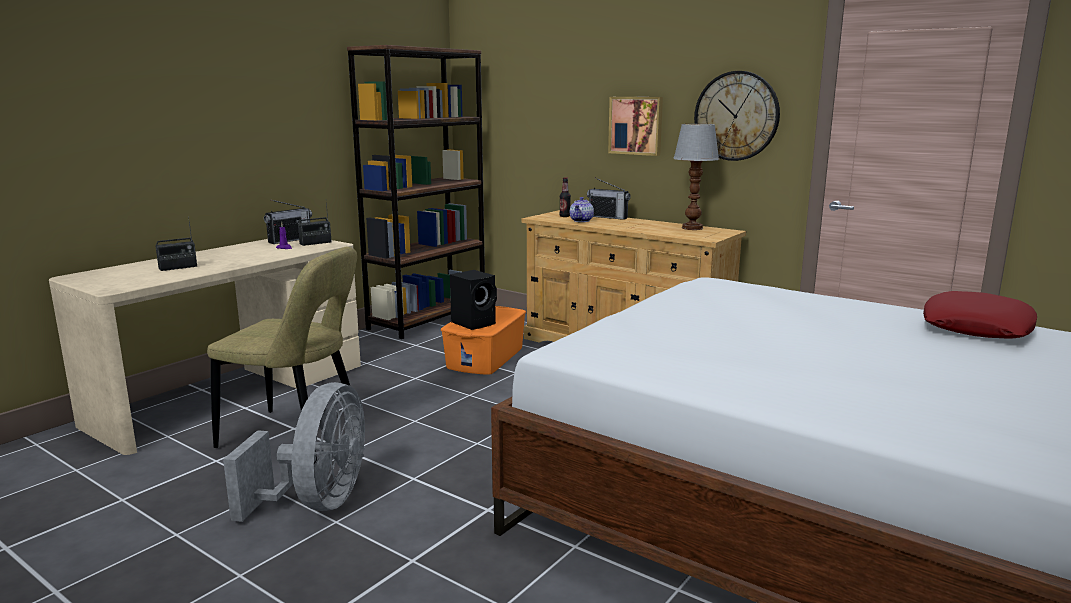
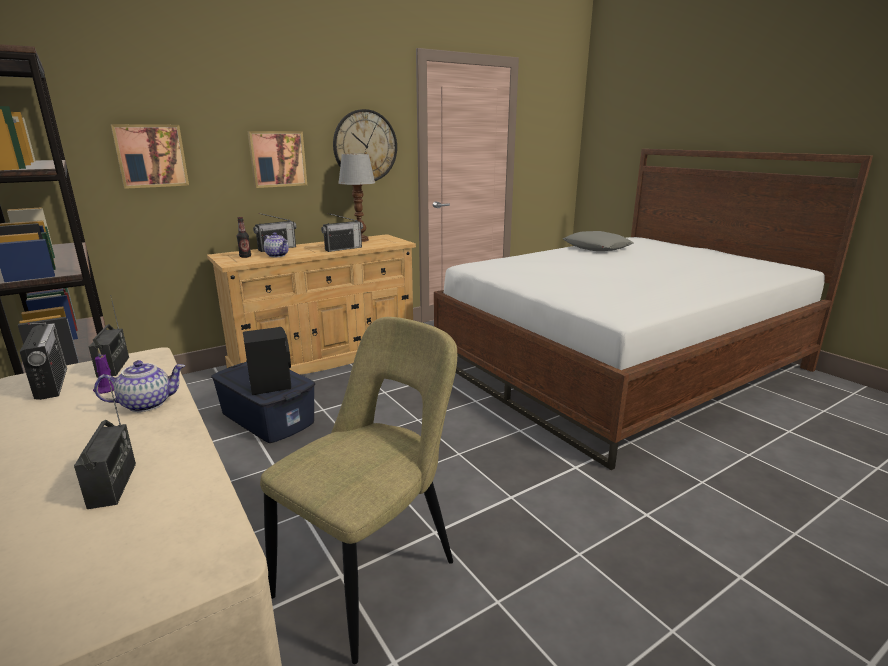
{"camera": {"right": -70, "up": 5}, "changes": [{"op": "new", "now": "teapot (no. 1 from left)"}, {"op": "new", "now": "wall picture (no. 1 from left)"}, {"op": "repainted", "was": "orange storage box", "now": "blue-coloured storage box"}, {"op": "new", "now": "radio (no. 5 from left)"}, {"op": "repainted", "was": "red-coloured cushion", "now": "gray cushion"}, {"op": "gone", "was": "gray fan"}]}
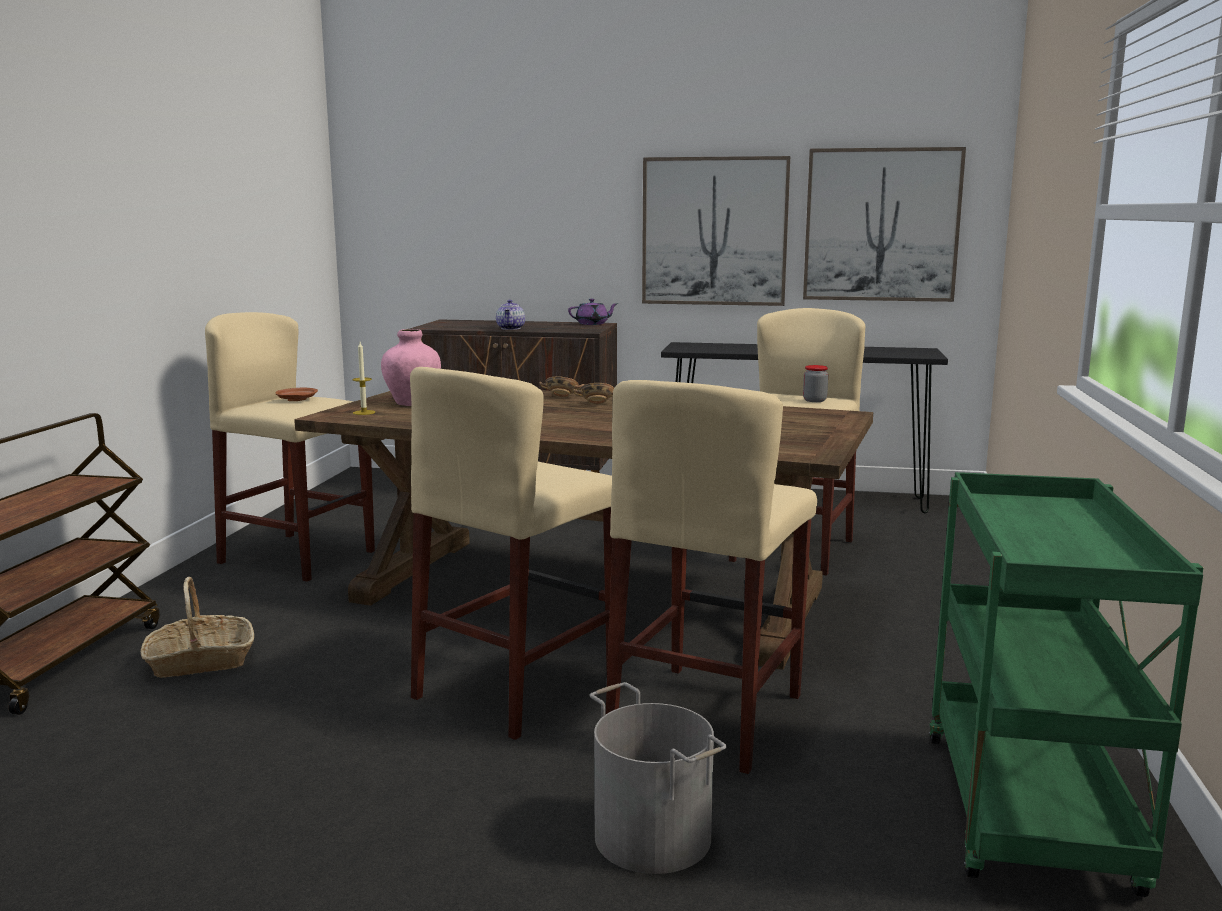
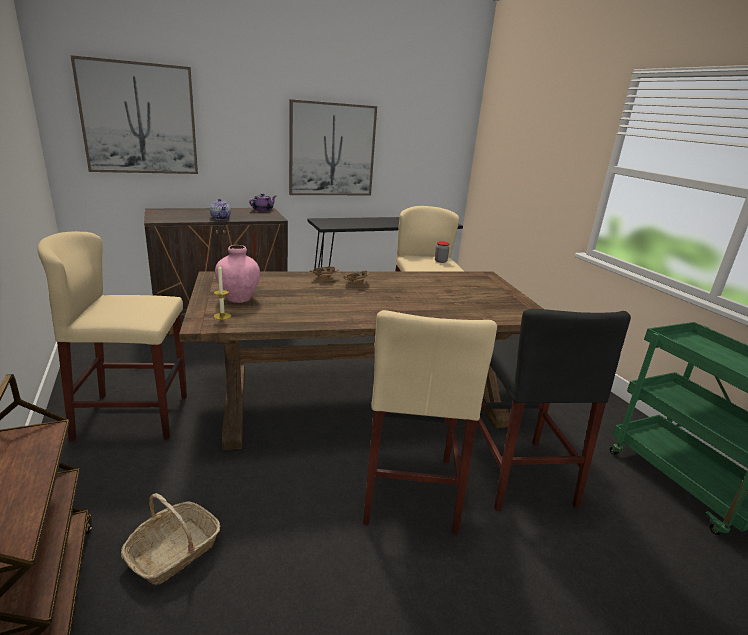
{"camera": {"right": -35, "up": 10}, "changes": [{"op": "shifted", "was": "wall picture (no. 2 from left in the first image)", "now": "wall picture (no. 1 from left)"}, {"op": "repainted", "was": "beige stool (no. 3 from left)", "now": "blackish stool"}, {"op": "gone", "was": "brown-coloured flat dish"}, {"op": "gone", "was": "gray pail"}]}
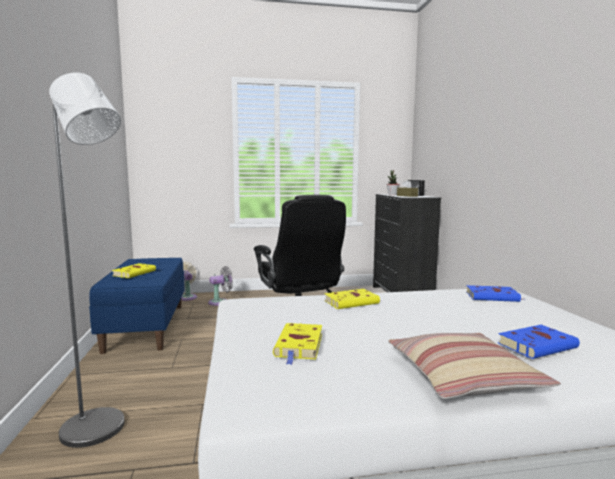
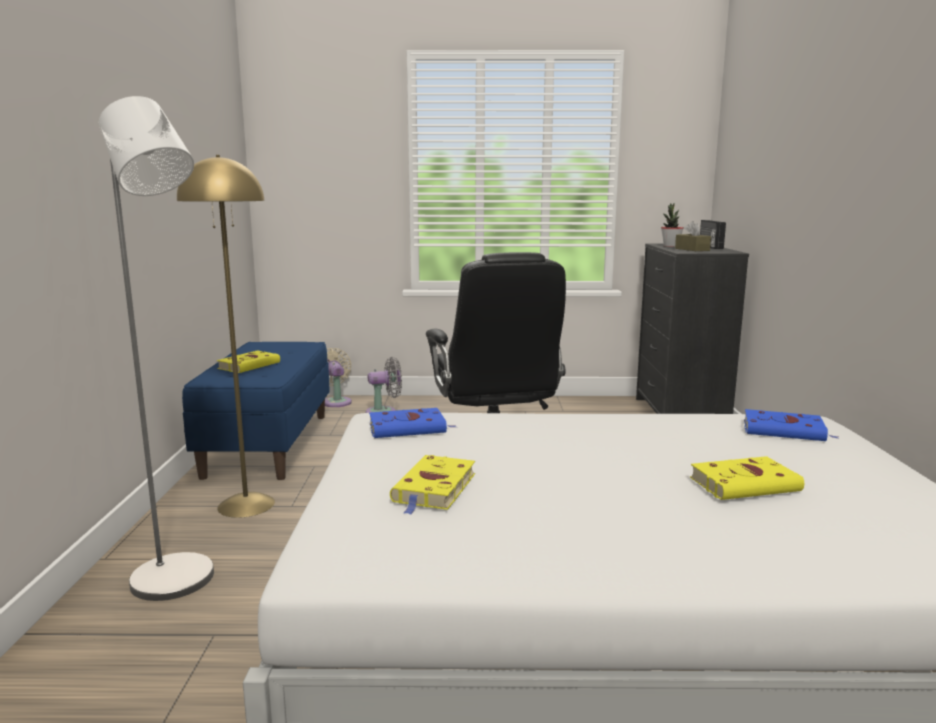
{"camera": {"right": 10, "up": 5}, "changes": [{"op": "new", "now": "yellow floor lamp"}, {"op": "shifted", "was": "blue-coloured volume (no. 2 from left in the first image)", "now": "blue-coloured volume (no. 1 from left)"}, {"op": "shifted", "was": "yellow volume (no. 3 from left)"}, {"op": "gone", "was": "cushion"}]}
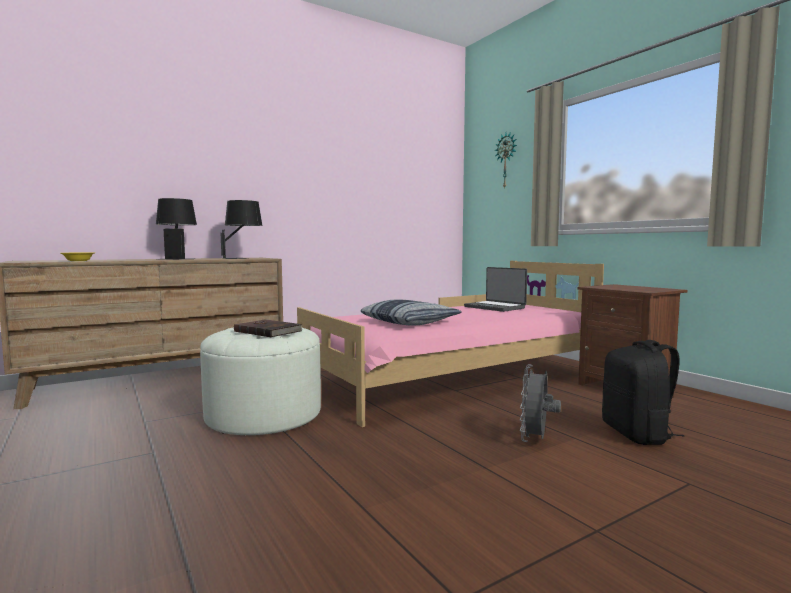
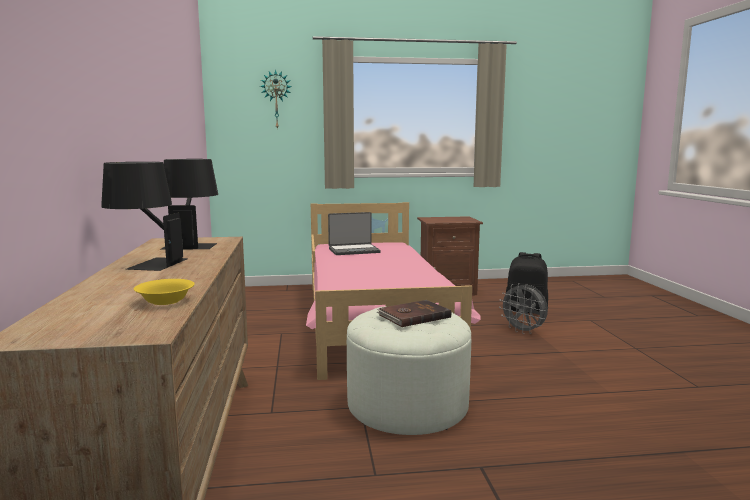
{"camera": {"right": -65, "up": 5}, "changes": [{"op": "gone", "was": "cushion"}]}
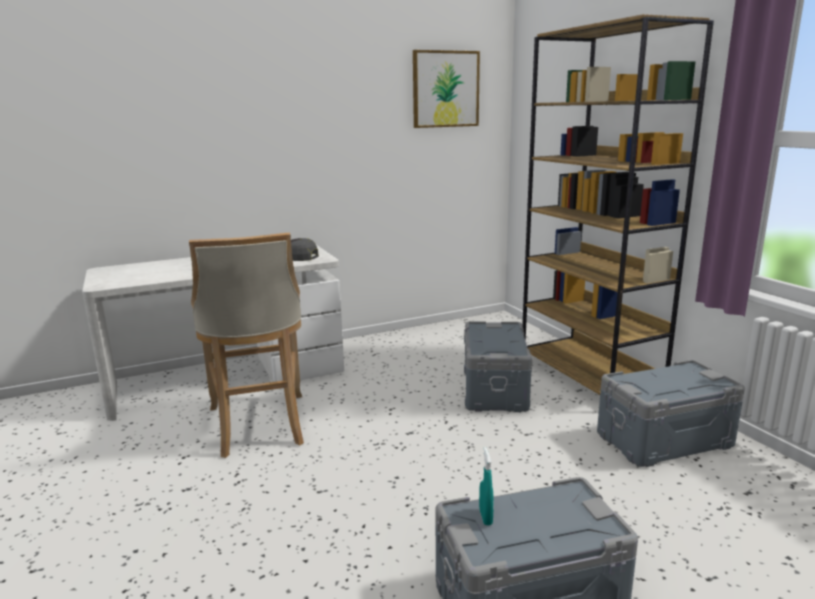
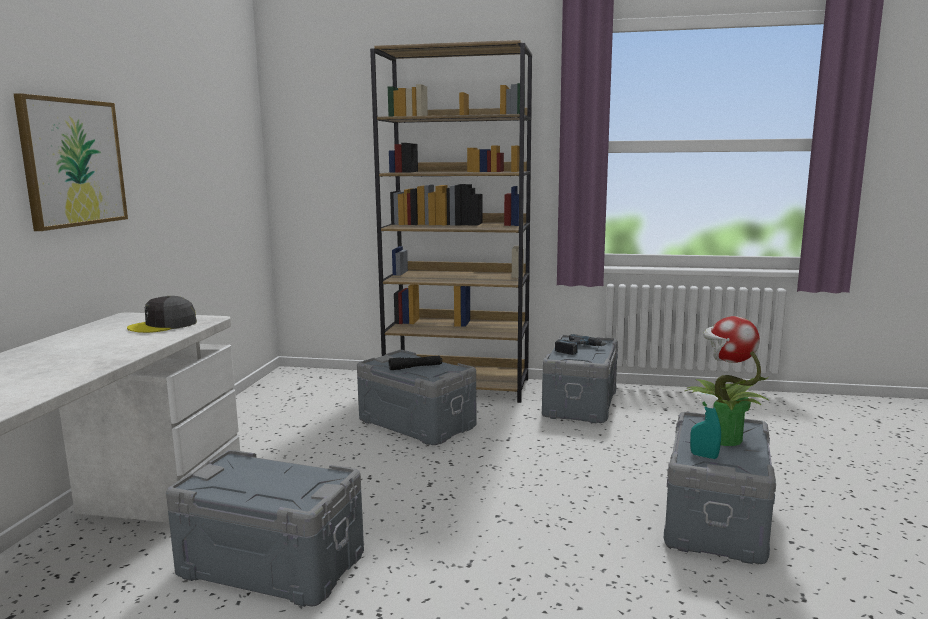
{"camera": {"right": -55, "up": -5}, "changes": [{"op": "shifted", "was": "wall picture"}, {"op": "swapped", "was": "beige stool", "now": "gray storage box (no. 1 from left)"}, {"op": "new", "now": "blackish torch"}, {"op": "new", "now": "power drill"}, {"op": "new", "now": "potted plant"}]}
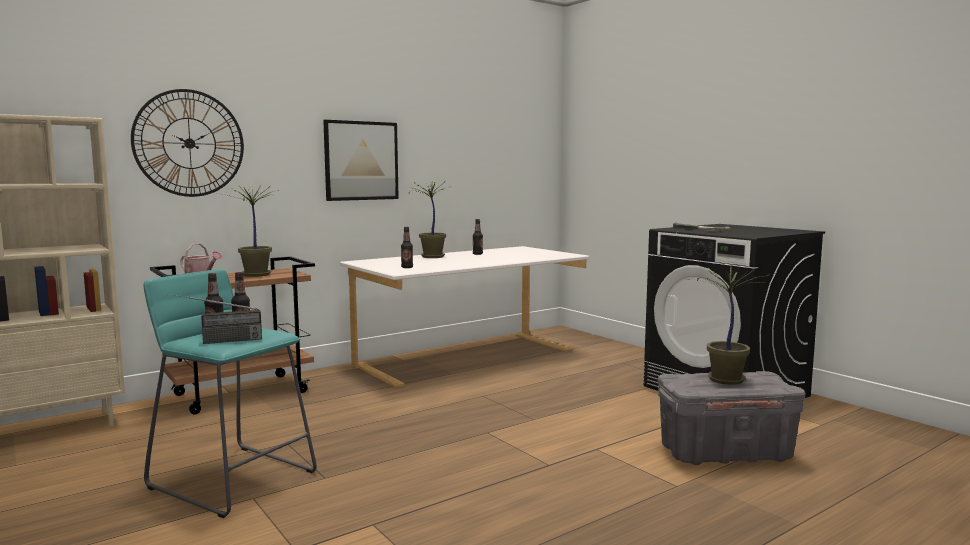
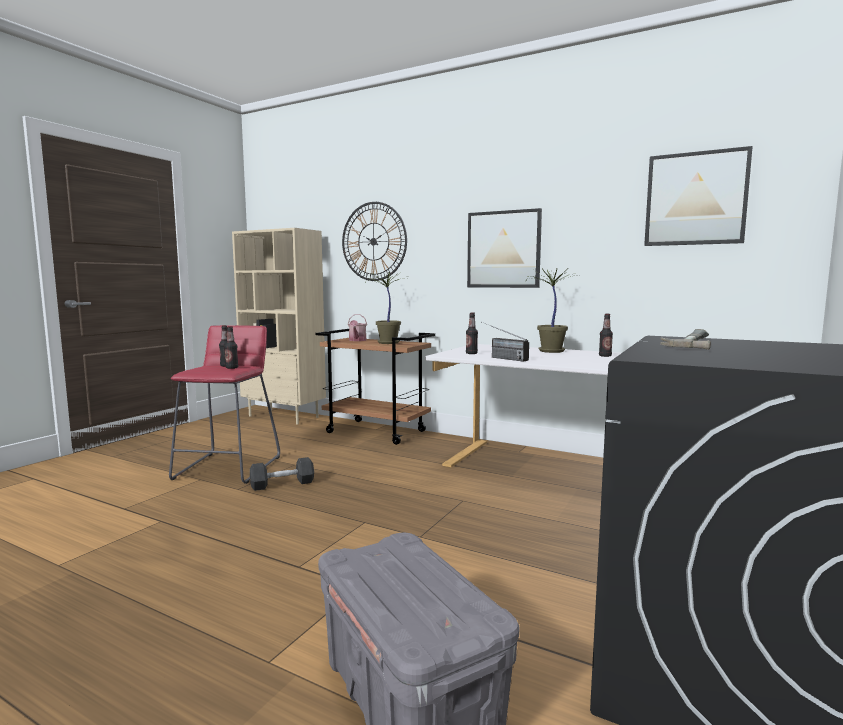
{"camera": {"right": 65, "up": 0}, "changes": [{"op": "repainted", "was": "turquoise stool", "now": "red-coloured stool"}, {"op": "new", "now": "gray dumbbell"}, {"op": "shifted", "was": "radio"}, {"op": "new", "now": "wall picture (no. 2 from left)"}, {"op": "gone", "was": "potted plant (no. 3 from left)"}]}
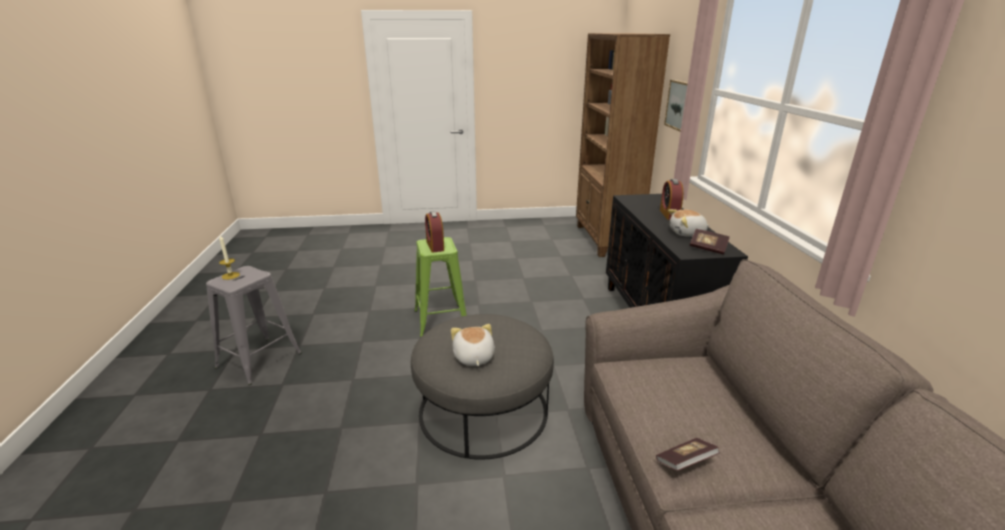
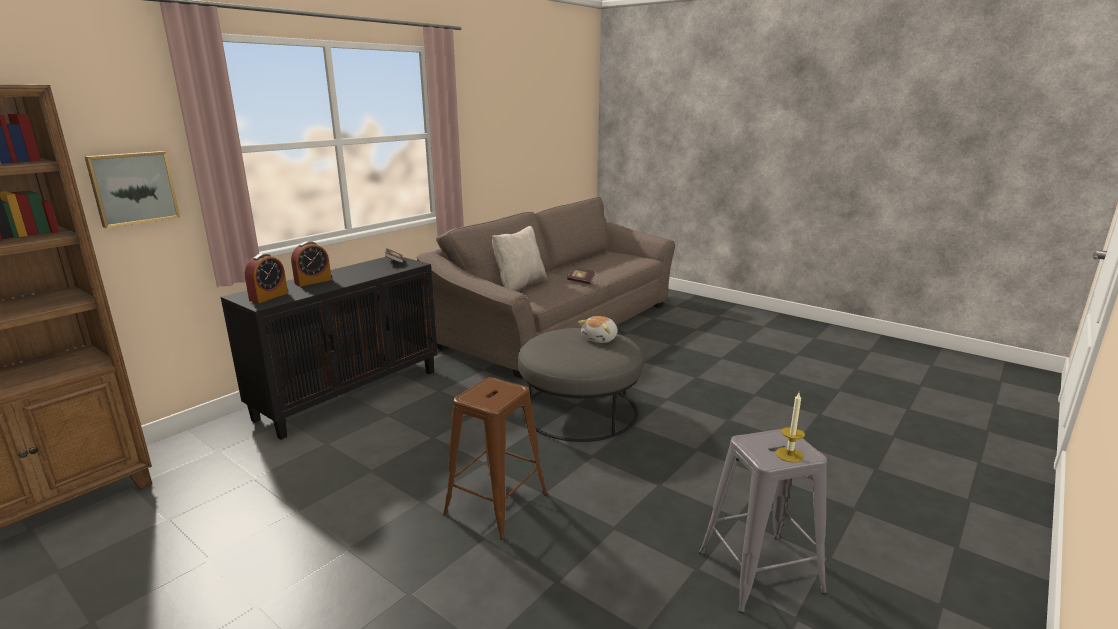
{"camera": {"right": -135, "up": -5}, "changes": [{"op": "shifted", "was": "alarm clock (no. 1 from left)"}, {"op": "repainted", "was": "green stool", "now": "brown-coloured stool"}, {"op": "new", "now": "beige cushion"}, {"op": "gone", "was": "plush toy (no. 2 from left)"}]}
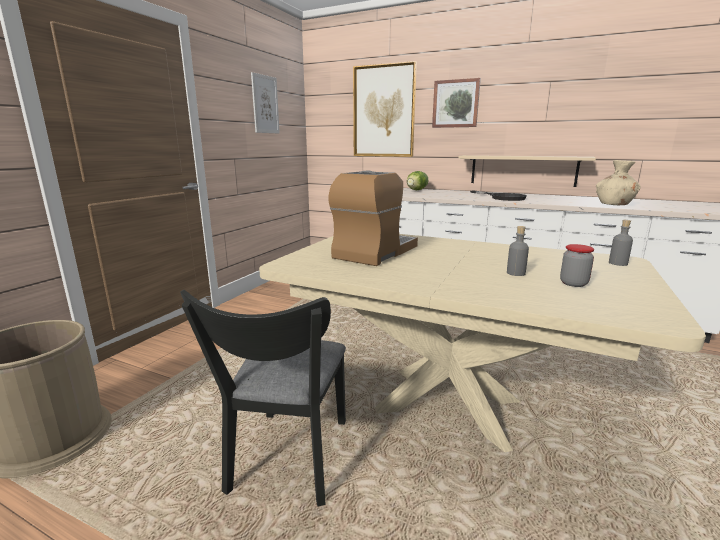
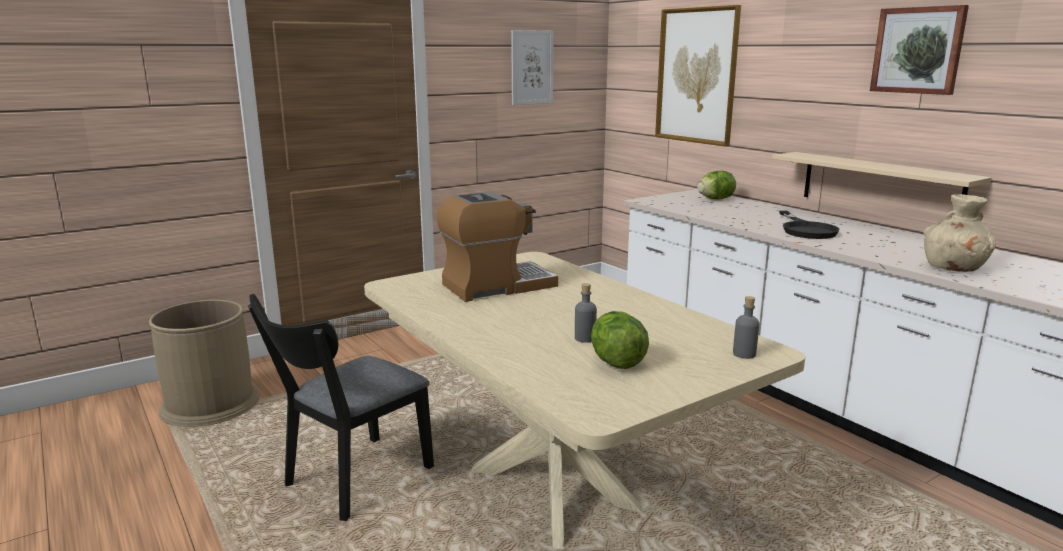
{"camera": {"right": 30, "up": 0}, "changes": [{"op": "swapped", "was": "jar", "now": "lettuce (no. 1 from left)"}, {"op": "shifted", "was": "wall picture (no. 3 from left)"}]}
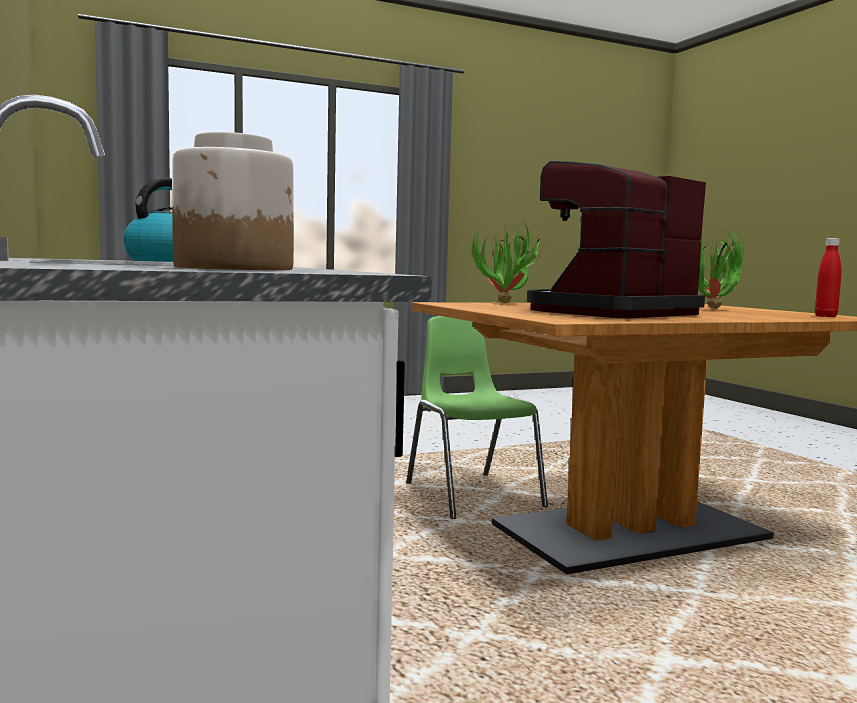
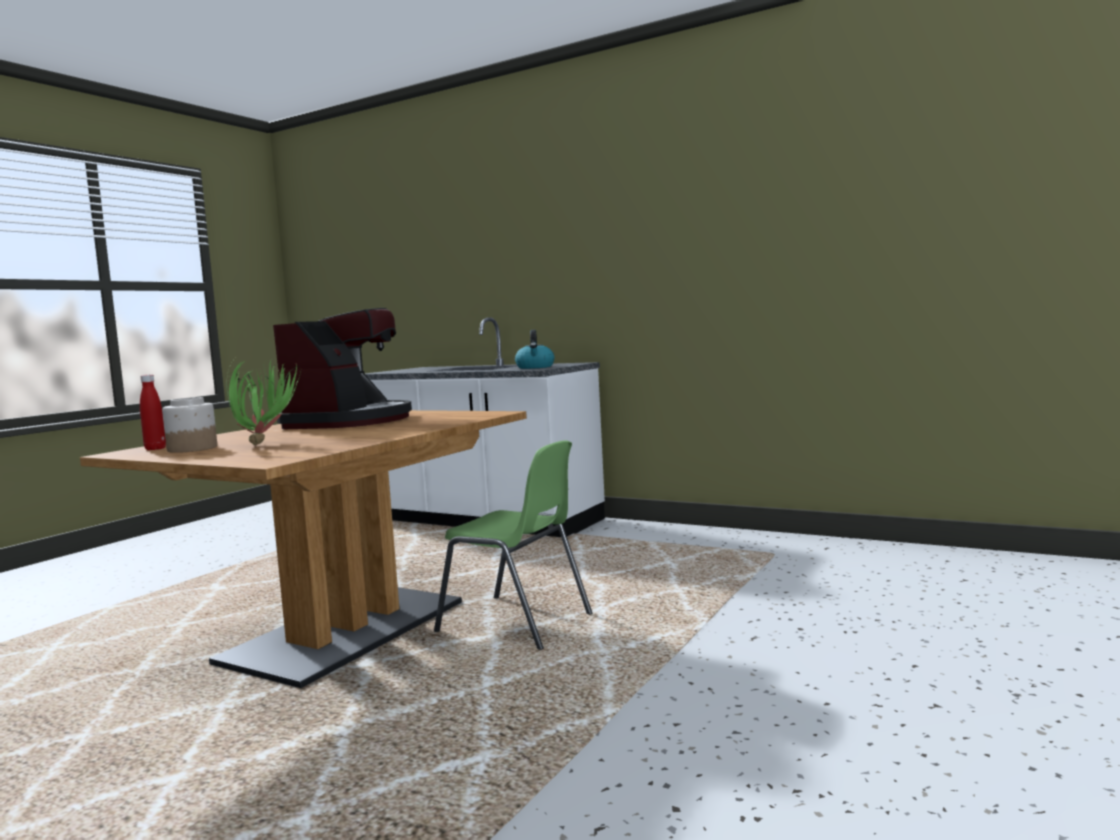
{"camera": {"right": 145, "up": 0}, "changes": [{"op": "shifted", "was": "jar"}, {"op": "gone", "was": "potted plant (no. 1 from left)"}]}
